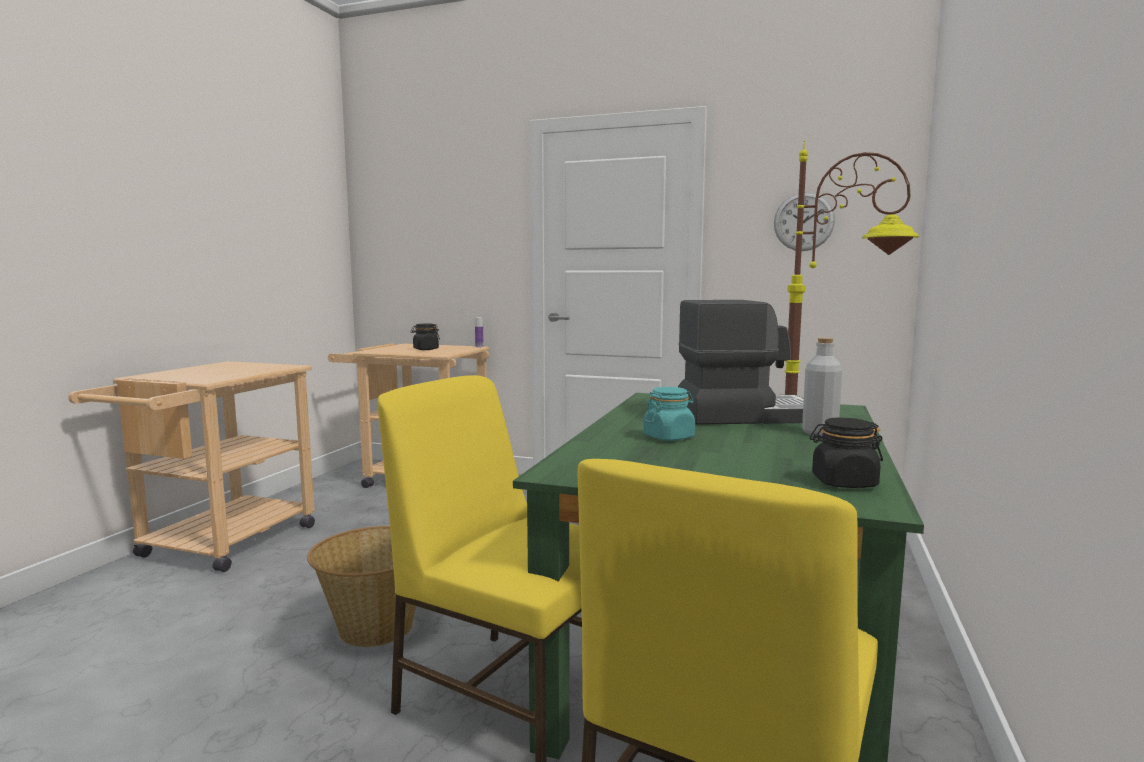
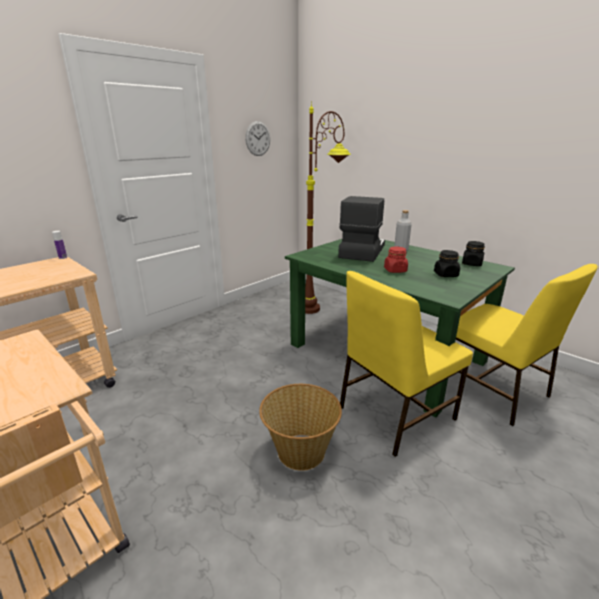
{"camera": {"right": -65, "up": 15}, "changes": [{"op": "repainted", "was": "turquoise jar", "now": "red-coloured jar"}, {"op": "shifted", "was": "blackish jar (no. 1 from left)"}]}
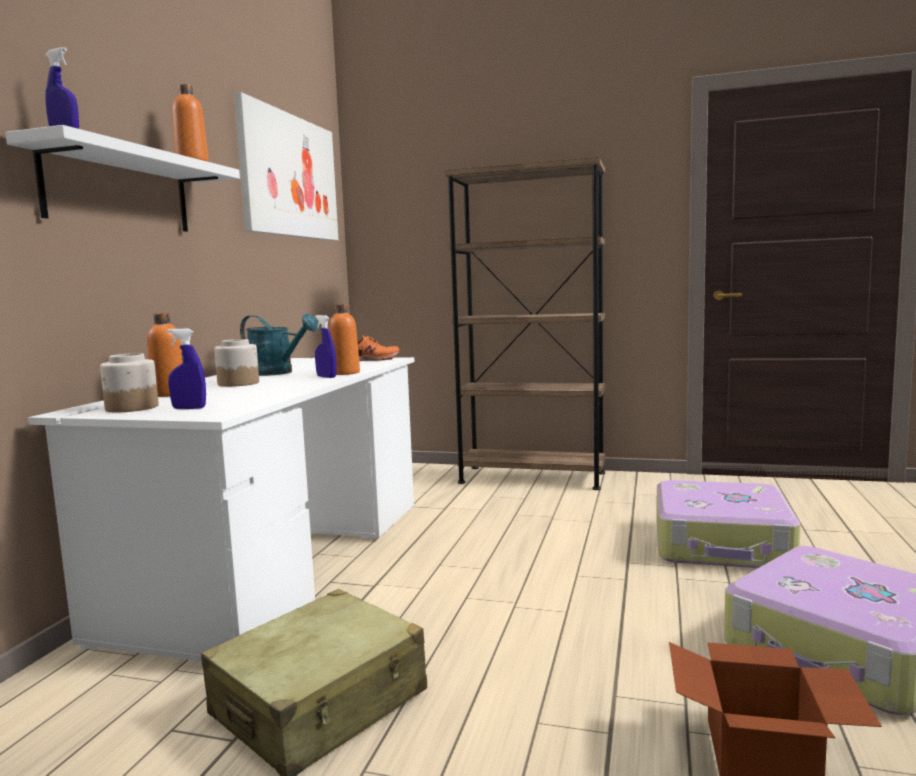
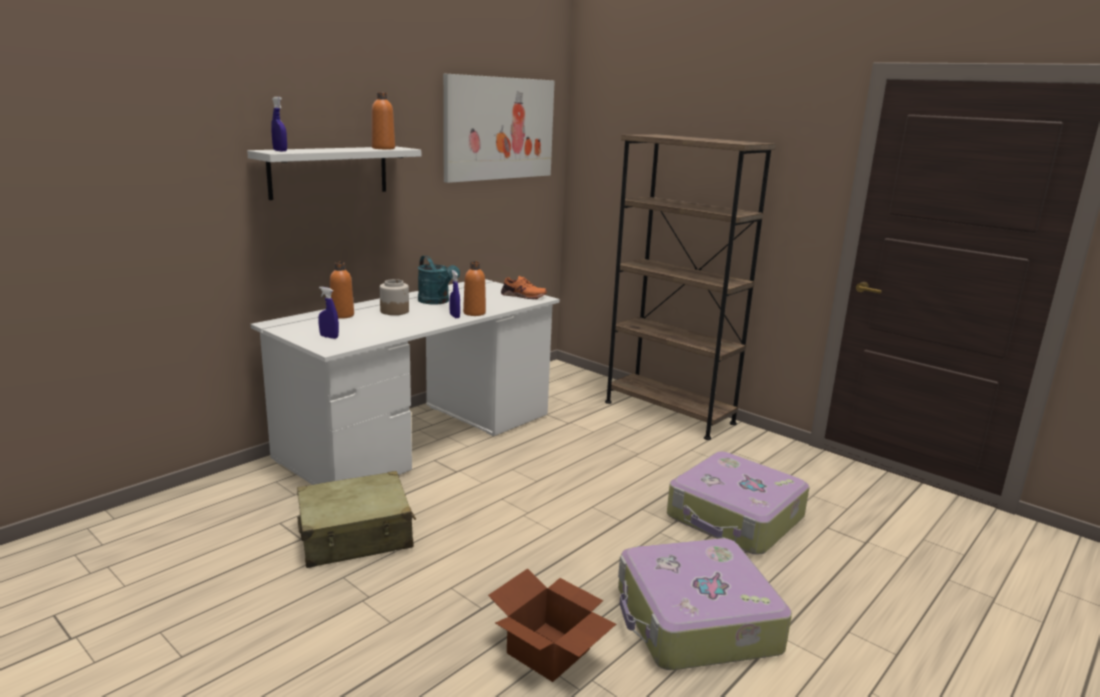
{"camera": {"right": 25, "up": 10}, "changes": [{"op": "gone", "was": "jar (no. 1 from left)"}]}
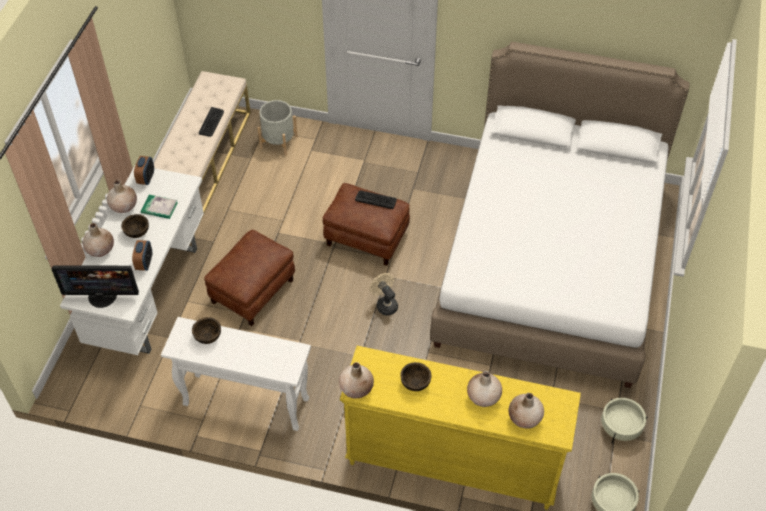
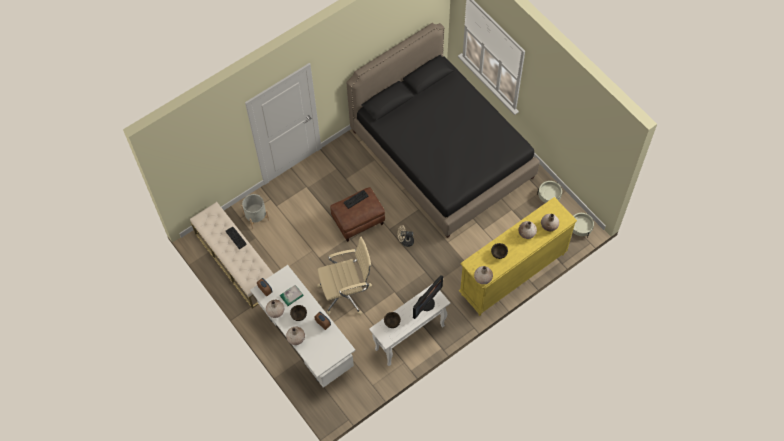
{"camera": {"right": -50, "up": 10}, "changes": [{"op": "swapped", "was": "brown-coloured pouffe (no. 1 from left)", "now": "beige office chair"}, {"op": "repainted", "was": "white bed", "now": "blackish bed"}, {"op": "shifted", "was": "computer display"}]}
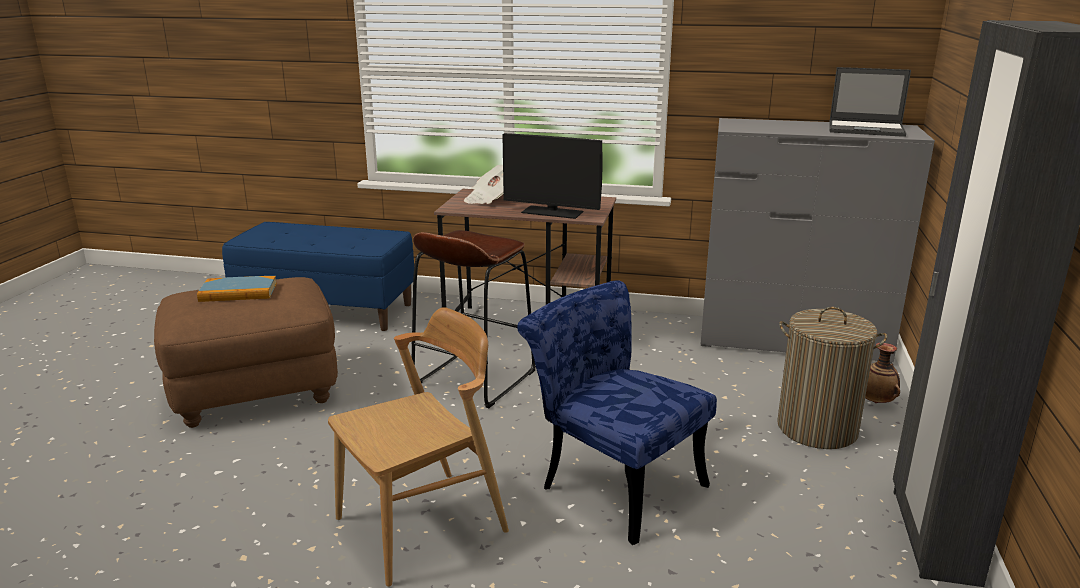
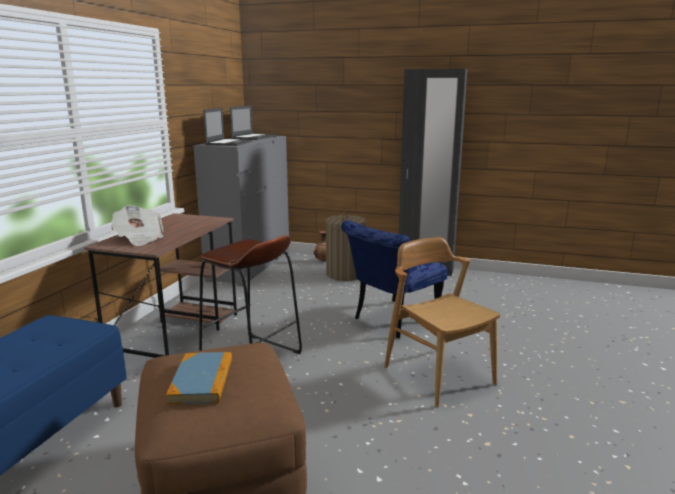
{"camera": {"right": -85, "up": -5}, "changes": [{"op": "new", "now": "notebook computer (no. 1 from left)"}, {"op": "gone", "was": "computer display"}]}
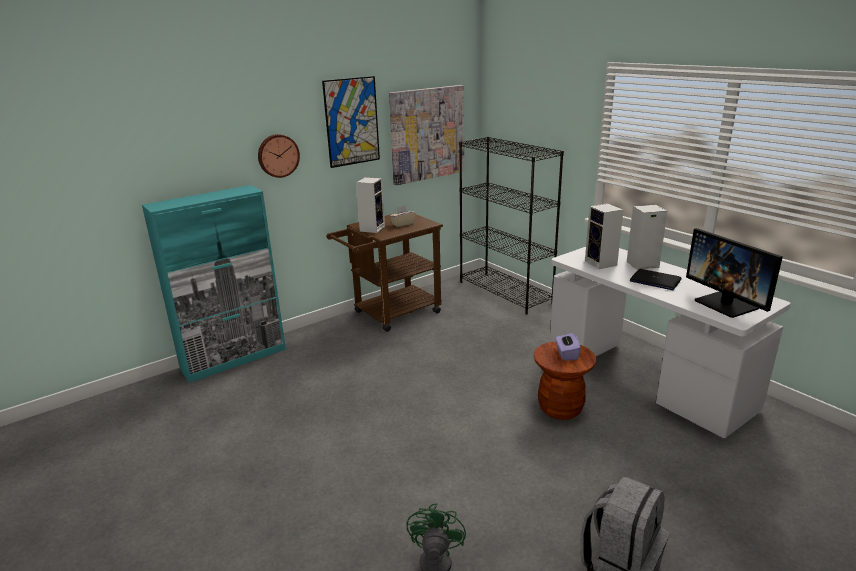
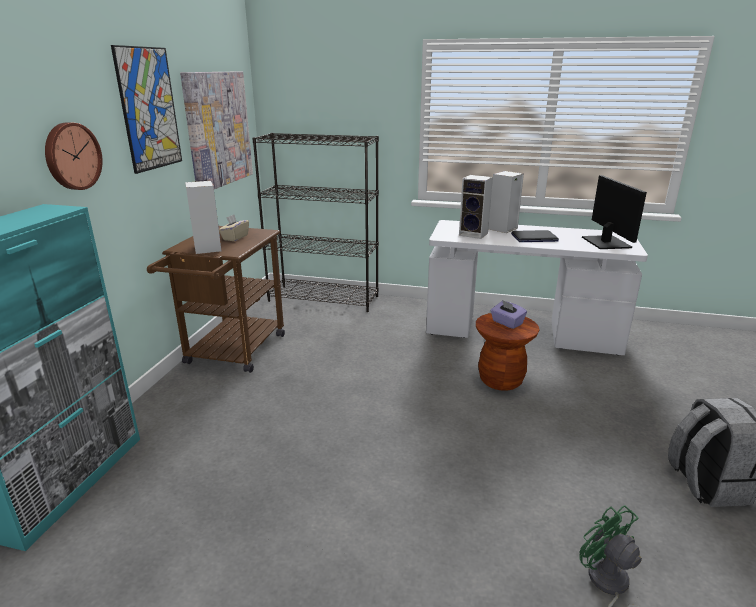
{"camera": {"right": -40, "up": 0}, "changes": [{"op": "rotated", "was": "computer display", "clockwise": -120}]}
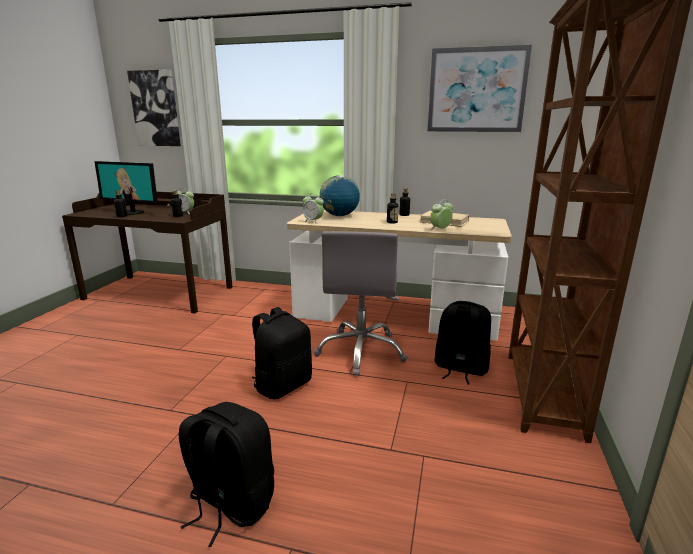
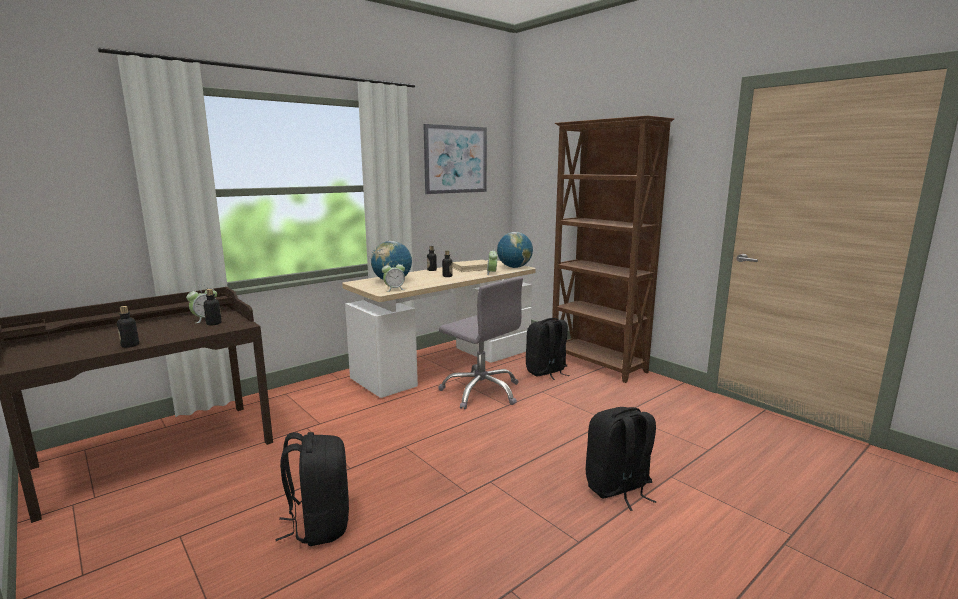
{"camera": {"right": -55, "up": -5}, "changes": [{"op": "shifted", "was": "blackish rucksack (no. 2 from left in the first image)", "now": "blackish rucksack (no. 1 from left)"}, {"op": "new", "now": "desk globe (no. 2 from left)"}, {"op": "gone", "was": "computer display"}, {"op": "gone", "was": "wall picture (no. 1 from left)"}]}
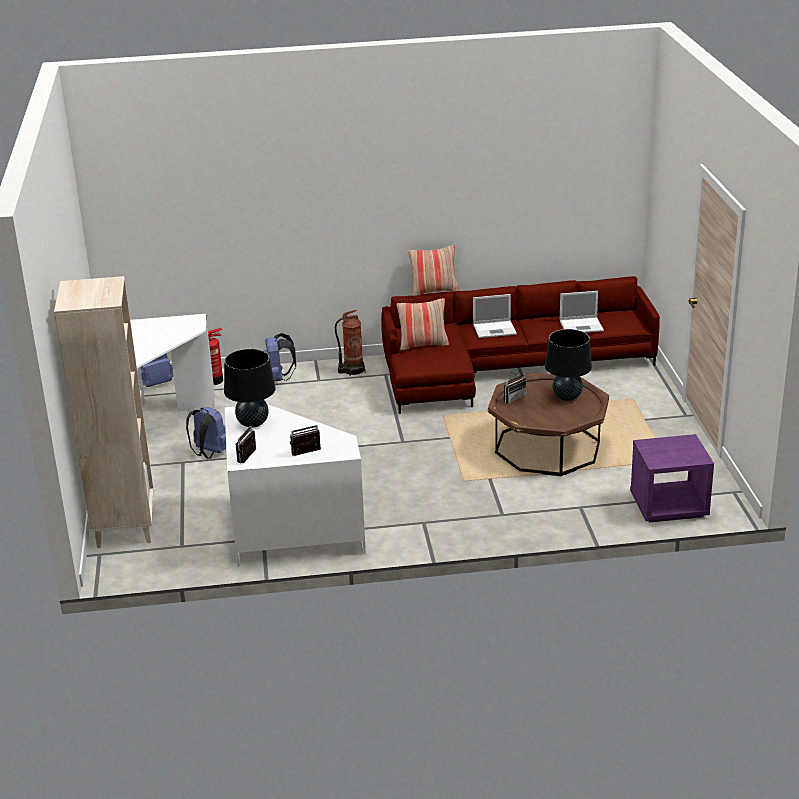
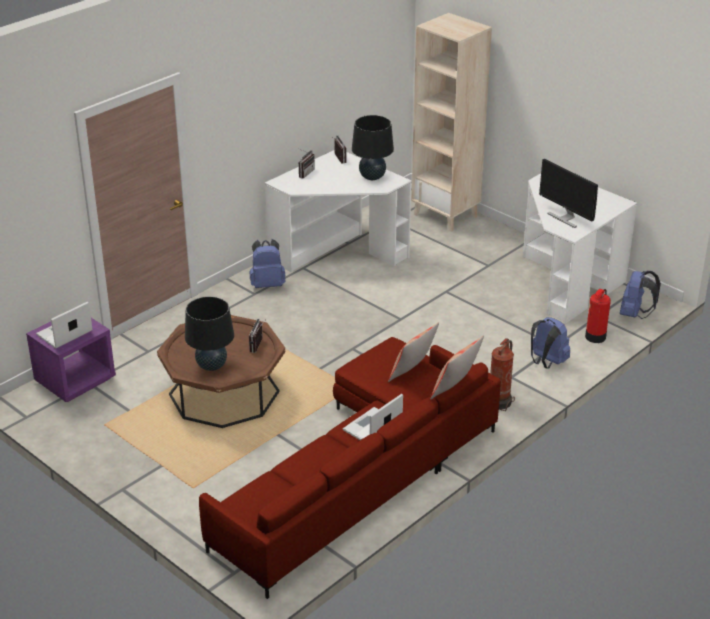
{"camera": {"right": 140, "up": 5}, "changes": [{"op": "shifted", "was": "notebook computer (no. 2 from left in the first image)", "now": "notebook computer (no. 1 from left)"}, {"op": "shifted", "was": "blue-coloured rucksack (no. 2 from left in the first image)", "now": "blue-coloured rucksack (no. 1 from left)"}, {"op": "new", "now": "computer display"}]}
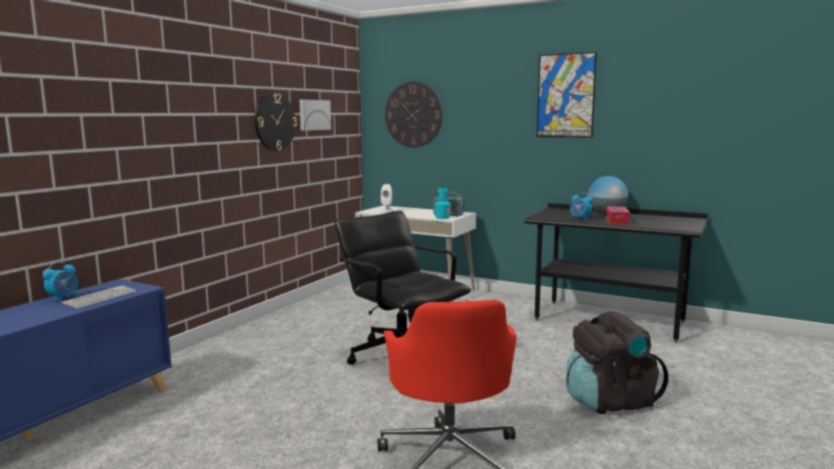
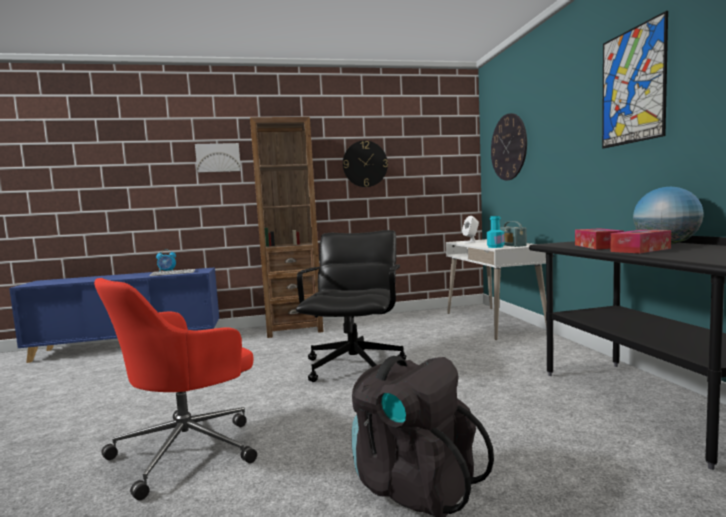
{"camera": {"right": 50, "up": -5}, "changes": [{"op": "shifted", "was": "wall picture (no. 1 from left)"}, {"op": "new", "now": "brown-coloured shelving unit"}, {"op": "swapped", "was": "alarm clock (no. 2 from left)", "now": "box of tissues (no. 1 from left)"}]}
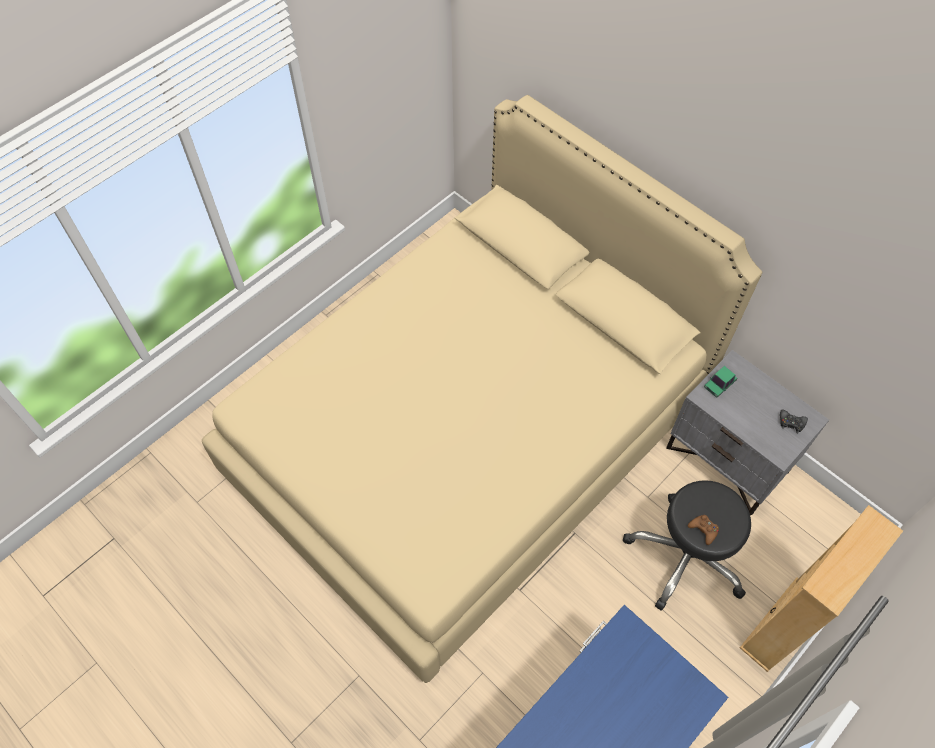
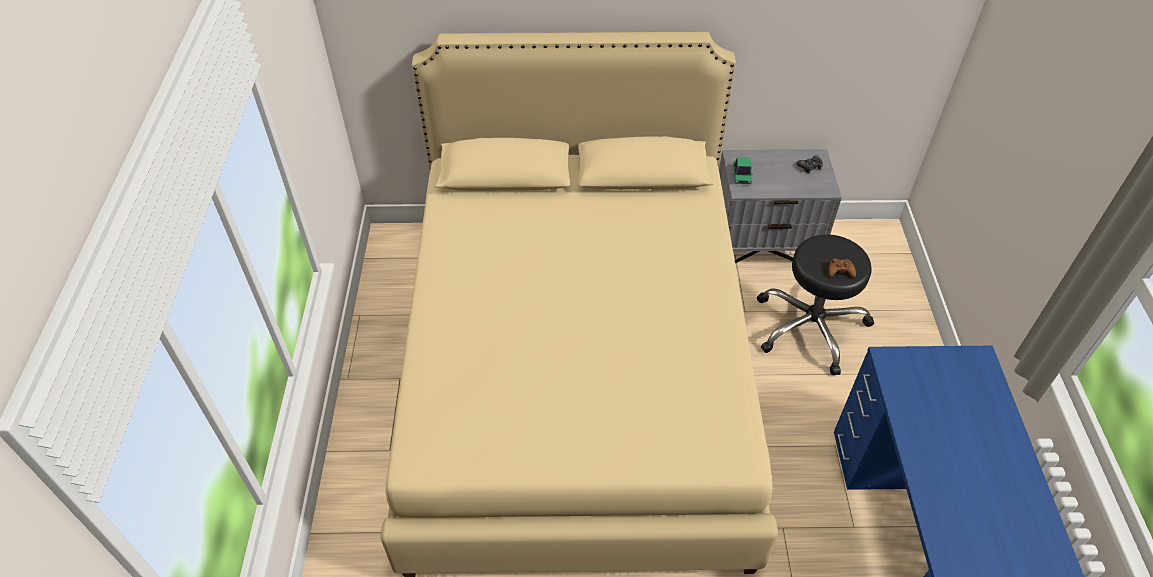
{"camera": {"right": -45, "up": -10}, "changes": [{"op": "gone", "was": "beige shelving unit"}]}
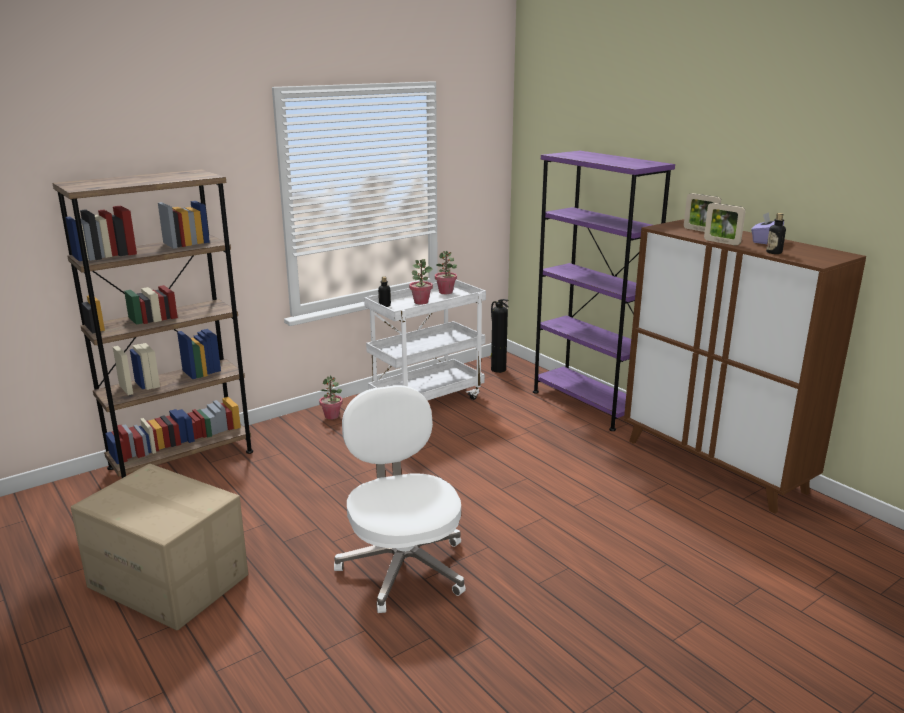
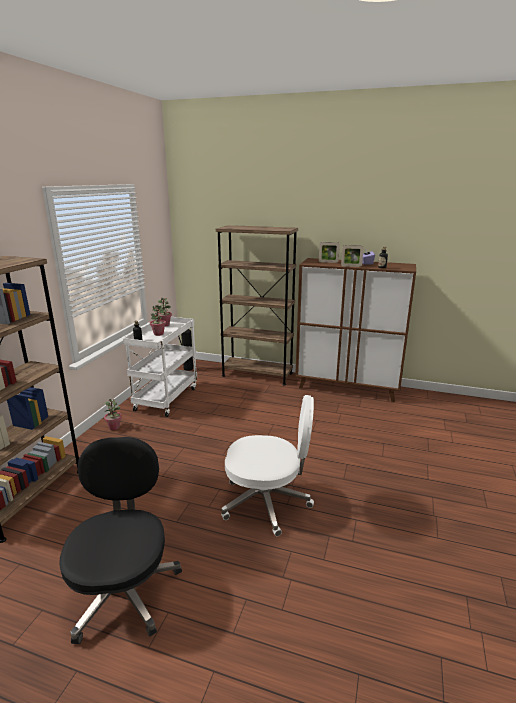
{"camera": {"right": -35, "up": 0}, "changes": [{"op": "swapped", "was": "carton", "now": "blackish office chair"}, {"op": "repainted", "was": "purple-coloured shelving unit", "now": "brown-coloured shelving unit (no. 2 from left)"}, {"op": "rotated", "was": "white office chair", "clockwise": 150}]}
